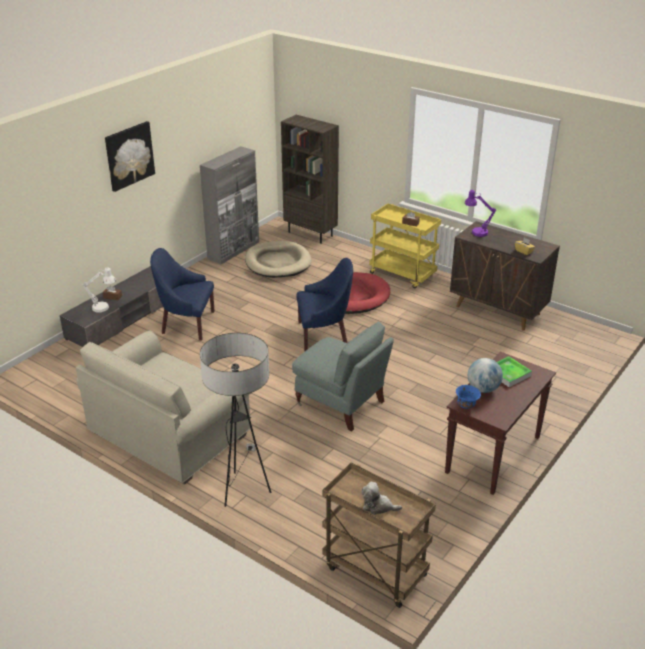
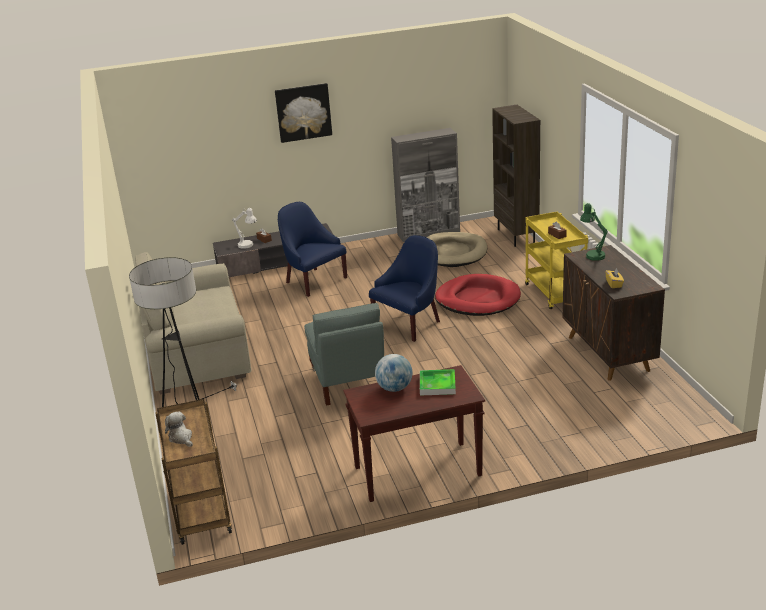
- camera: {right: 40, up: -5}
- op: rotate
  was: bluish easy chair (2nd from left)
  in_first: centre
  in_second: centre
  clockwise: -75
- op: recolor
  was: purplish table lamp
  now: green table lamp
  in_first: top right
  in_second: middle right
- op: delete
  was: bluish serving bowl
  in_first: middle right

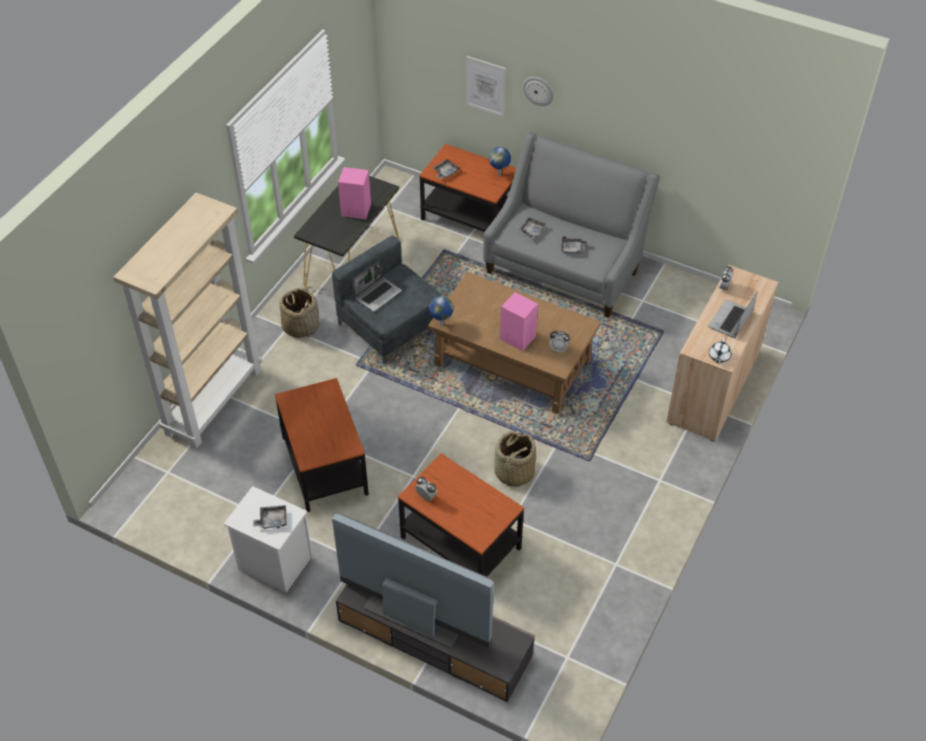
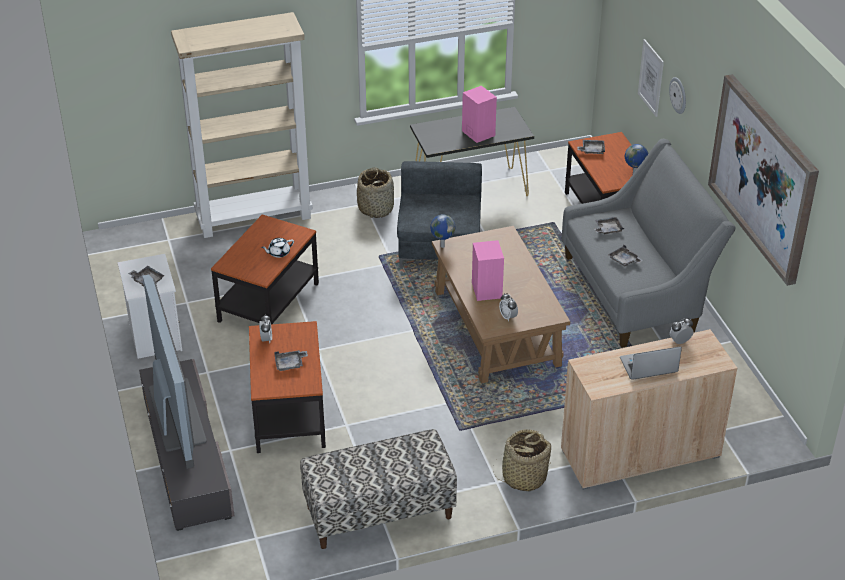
- camera: {right: 45, up: -10}
- op: move
  was: white-coloured tea pot
  in_first: middle right
  in_second: middle left
- op: insert
  now: gray tray (2nd from left)
  in_second: centre
- op: insert
  now: long seat
  in_second: bottom centre
- op: move
  was: basket (2nd from left)
  in_first: centre
  in_second: bottom centre
- op: insert
  now: picture (2nd from left)
  in_second: top right
- op: delete
  was: laptop (1st from left)
  in_first: centre

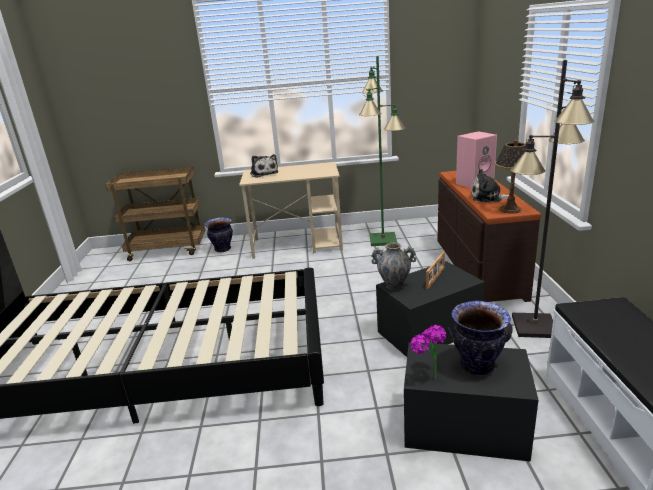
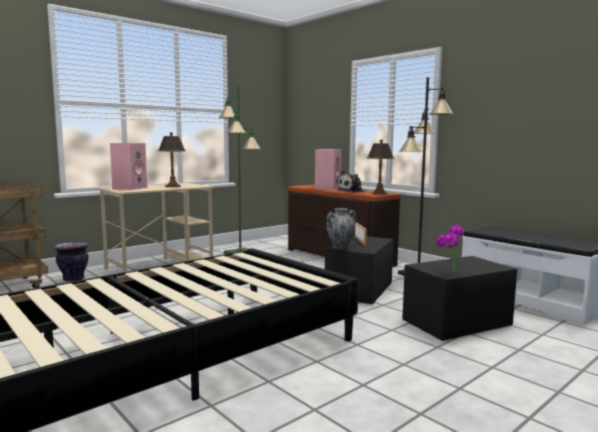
- camera: {right: -40, up: -15}
- op: replace
  was: soft toy (1st from left)
  now: pinkish speaker (1st from left)
  in_first: centre
  in_second: middle left
- op: insert
  now: table lamp (1st from left)
  in_second: middle left
- op: delete
  was: vase (3rd from left)
  in_first: bottom right

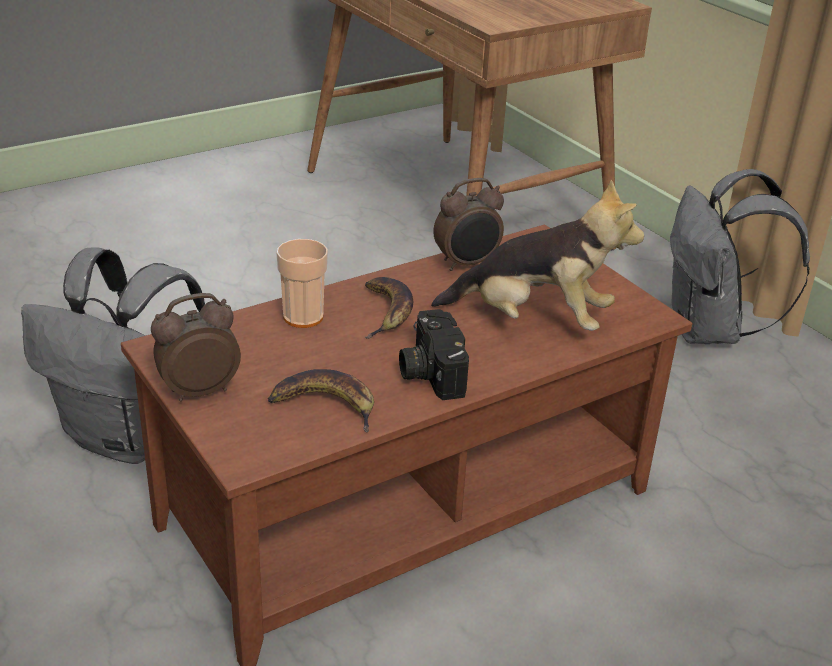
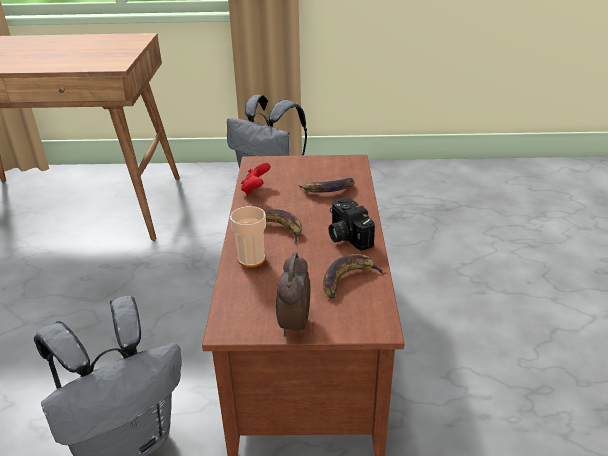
- camera: {right: -55, up: 0}
- op: replace
  was: bedside clock (2nd from left)
  now: red gamepad
  in_first: centre
  in_second: centre
- op: replace
  was: soft toy
  now: banana (2nd from left)
  in_first: centre
  in_second: centre
- op: rotate
  was: photo camera
  in_first: centre
  in_second: centre
  clockwise: 45

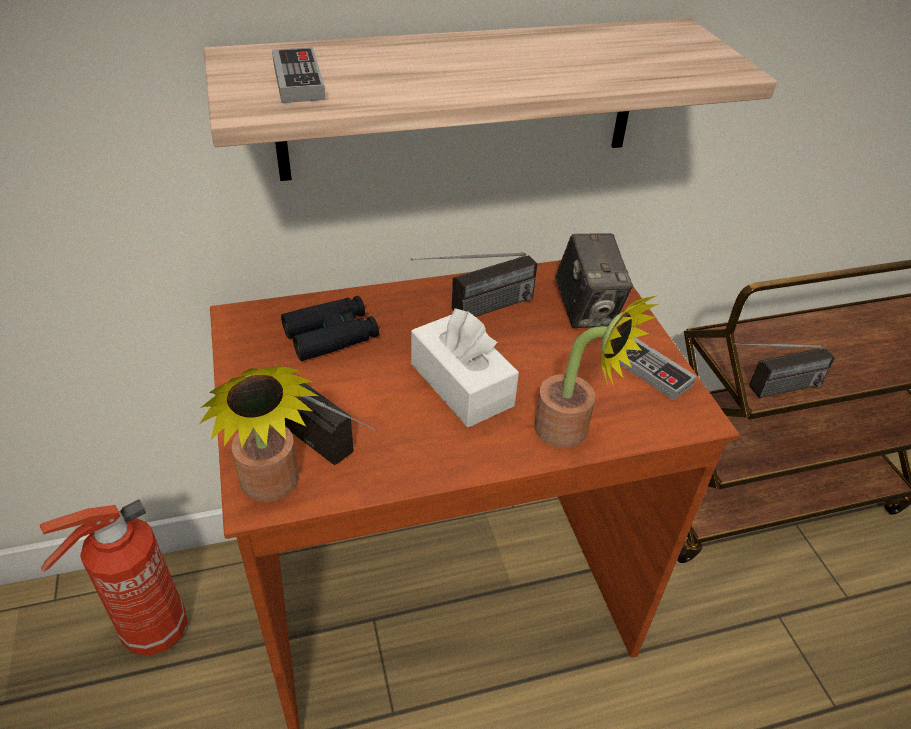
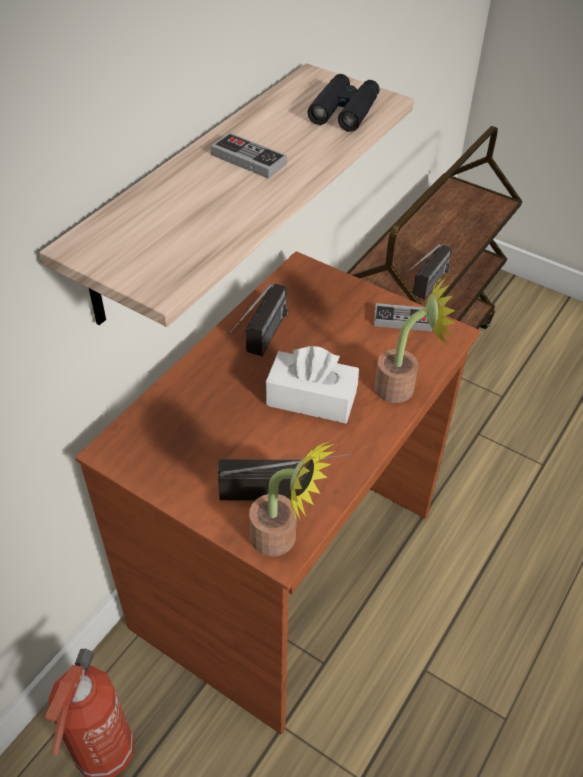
- camera: {right: -40, up: 5}
- op: move
  was: gamepad (1st from left)
  in_first: top left
  in_second: top centre
- op: move
  was: black-coloured binoculars
  in_first: centre
  in_second: top centre
- op: delete
  was: photo camera
  in_first: centre

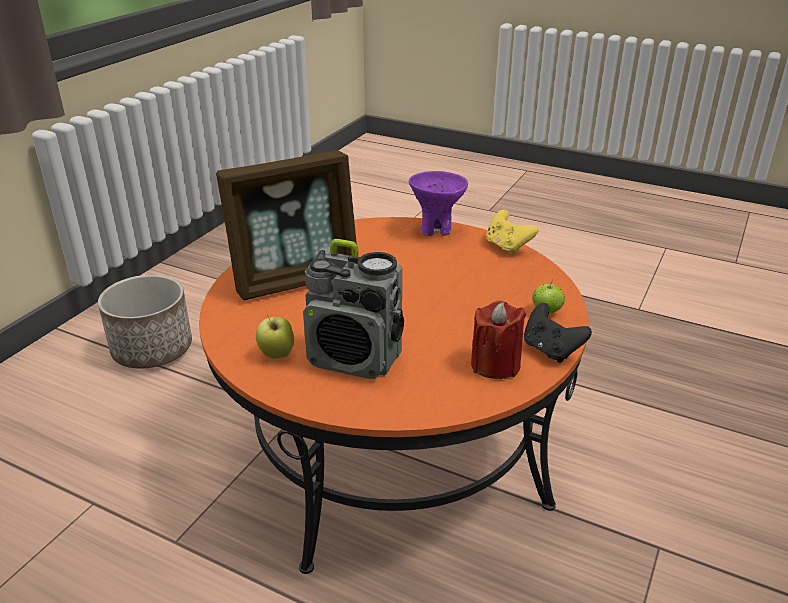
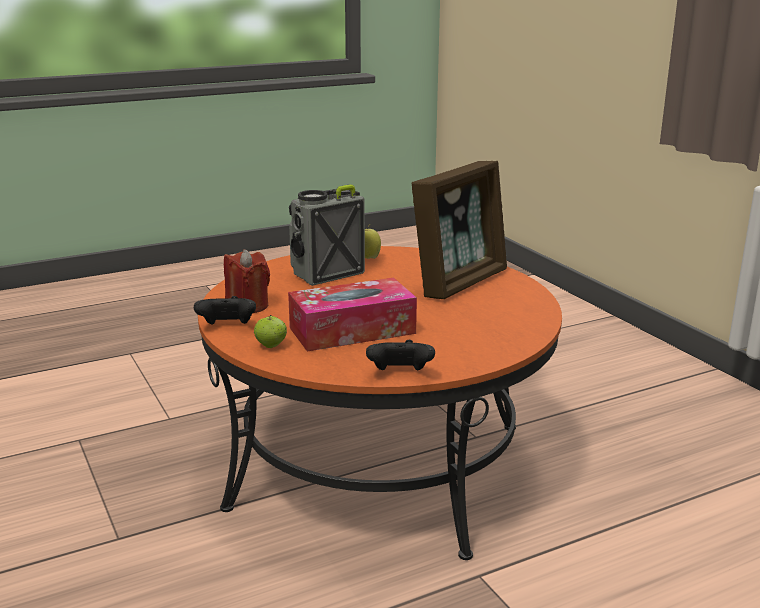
- camera: {right: 125, up: -10}
- op: insert
  now: box of tissues
  in_second: centre
- op: recolor
  was: yellow gamepad
  now: black-coloured gamepad (2nd from left)
  in_first: centre
  in_second: centre
- op: rotate
  was: standing frame
  in_first: centre
  in_second: centre
  clockwise: -150
- op: delete
  was: flower pot
  in_first: middle left
- op: delete
  was: purplish serving bowl
  in_first: centre

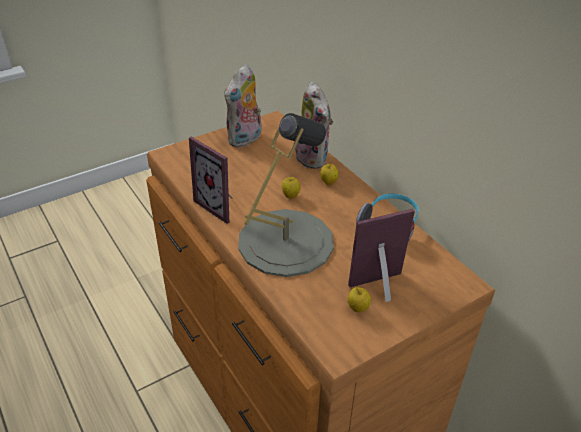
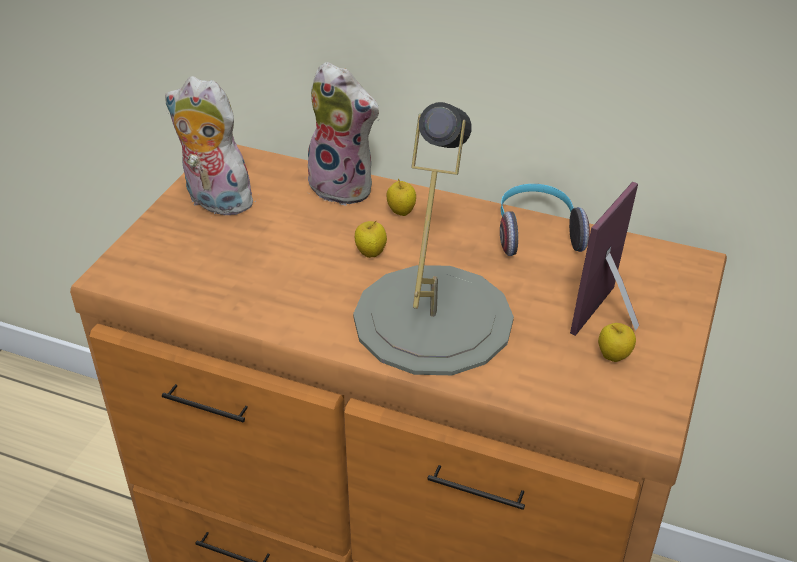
- camera: {right: -35, up: 0}
- op: rotate
  was: soft toy (1st from left)
  in_first: top centre
  in_second: top left
  clockwise: 120
- op: delete
  was: standing frame (1st from left)
  in_first: centre

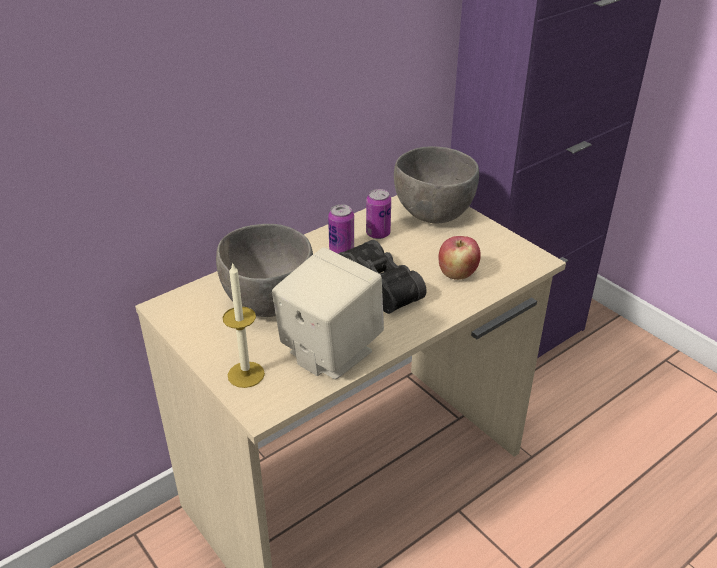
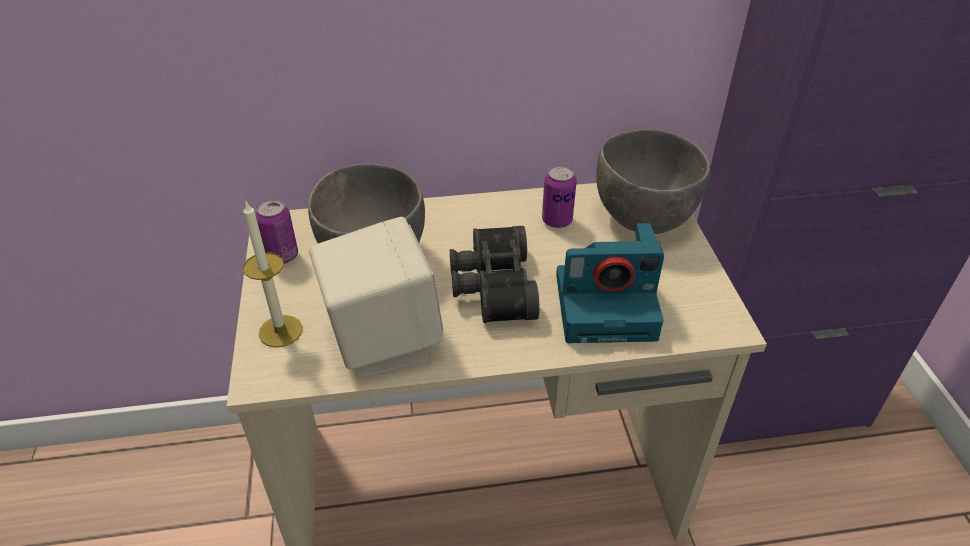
- camera: {right: 30, up: 5}
- op: move
  was: sealed can (1st from left)
  in_first: centre
  in_second: middle left
- op: replace
  was: whole apple
  now: photo camera
  in_first: centre
  in_second: centre

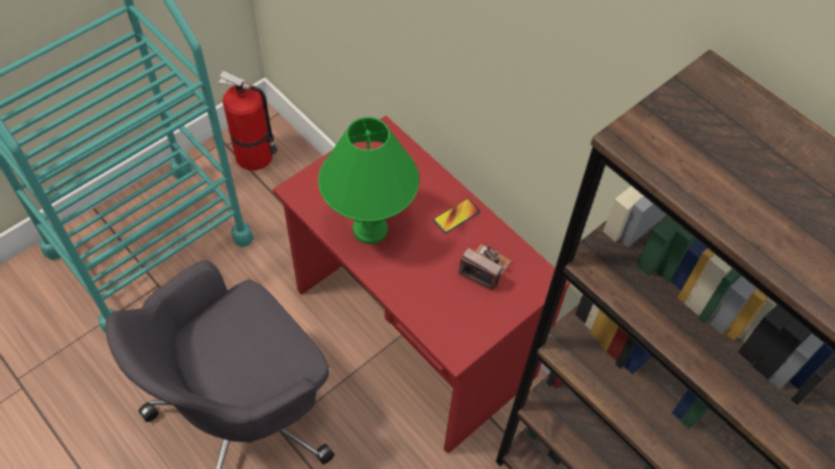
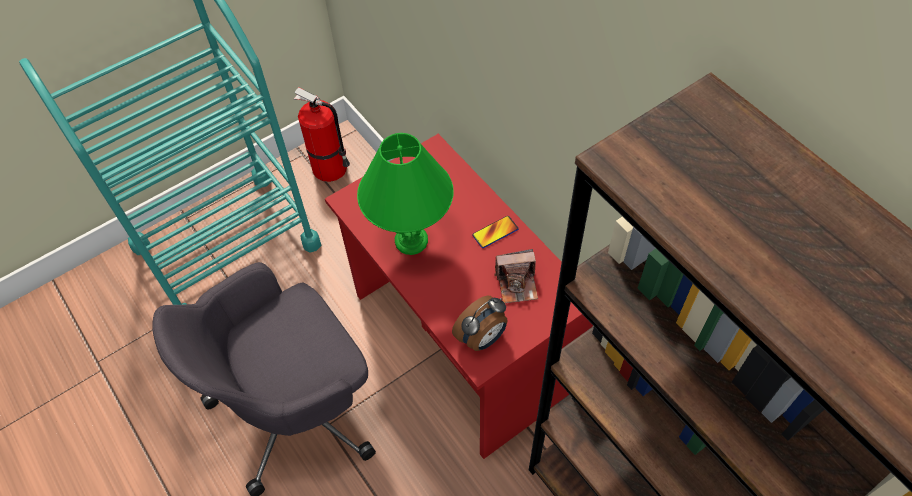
- camera: {right: 10, up: 0}
- op: insert
  now: bedside clock
  in_second: centre
- op: rotate
  was: photo camera
  in_first: centre
  in_second: centre
  clockwise: 135

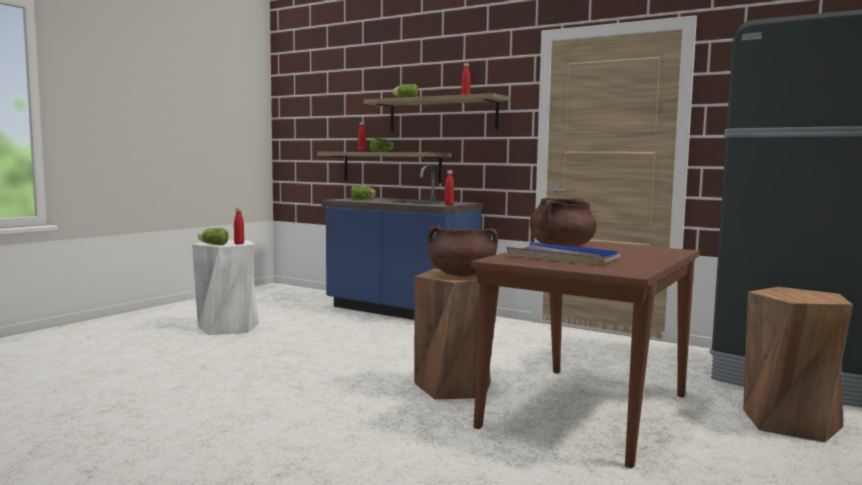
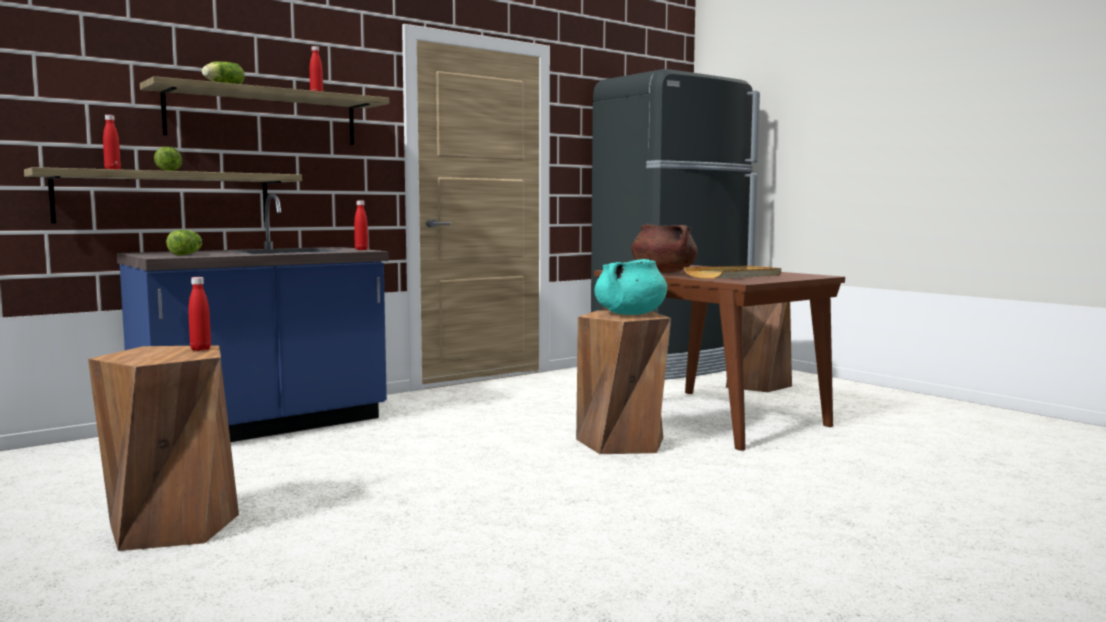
- camera: {right: -70, up: 0}
- op: recolor
  was: white-coloured stool
  now: brownish stool (1st from left)
  in_first: middle left
  in_second: bottom left
- op: recolor
  was: brownish saucepot (1st from left)
  now: blue-green saucepot
  in_first: centre
  in_second: centre
- op: recolor
  was: bluish tray
  now: sand-coloured tray
  in_first: centre
  in_second: centre
- op: delete
  was: head of lettuce (1st from left)
  in_first: middle left

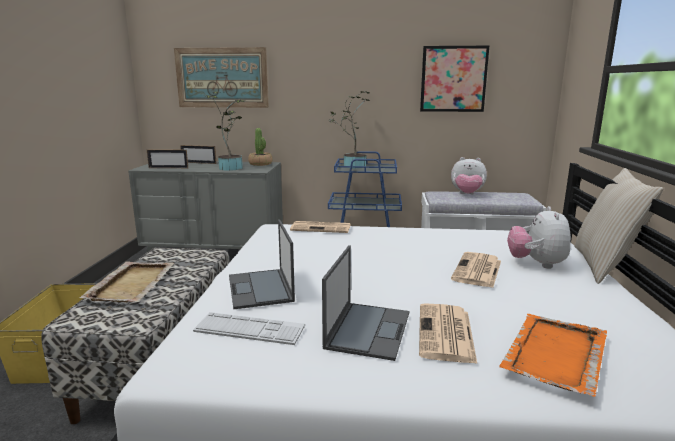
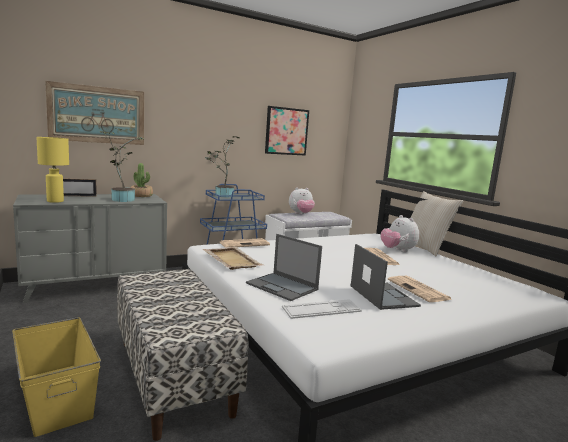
- camera: {right: -35, up: -5}
- op: replace
  was: standing frame (1st from left)
  now: yellow table lamp
  in_first: middle left
  in_second: middle left
- op: move
  was: sand-coloured tray
  in_first: middle left
  in_second: centre
- op: delete
  was: orange tray
  in_first: bottom right

